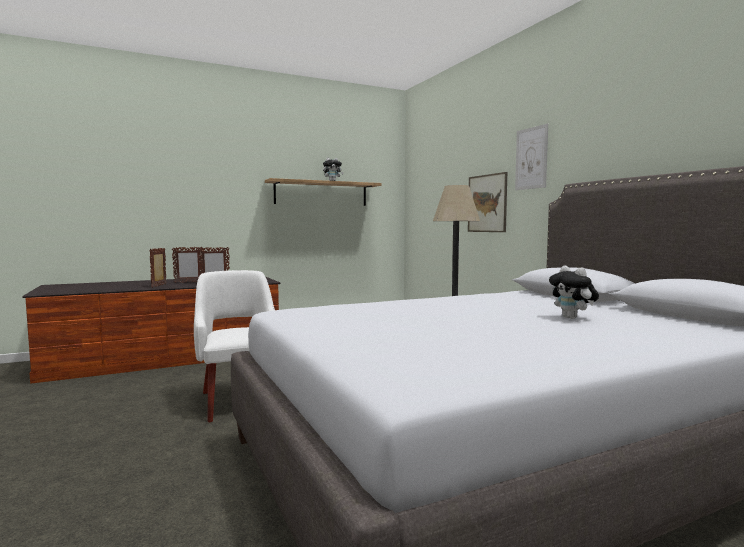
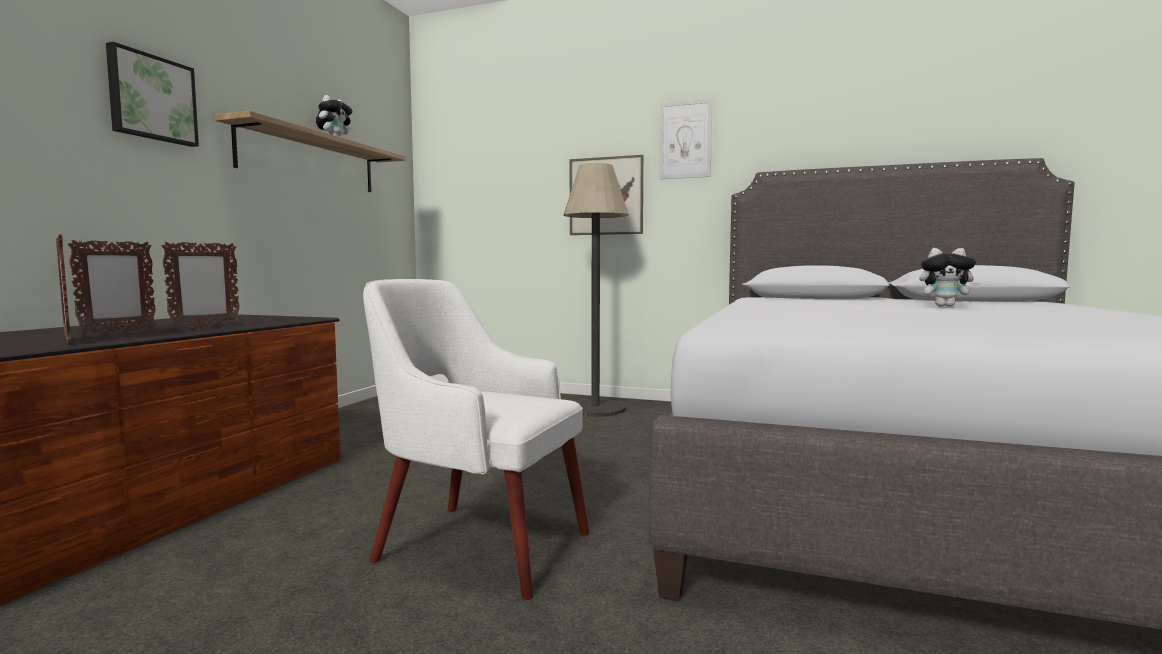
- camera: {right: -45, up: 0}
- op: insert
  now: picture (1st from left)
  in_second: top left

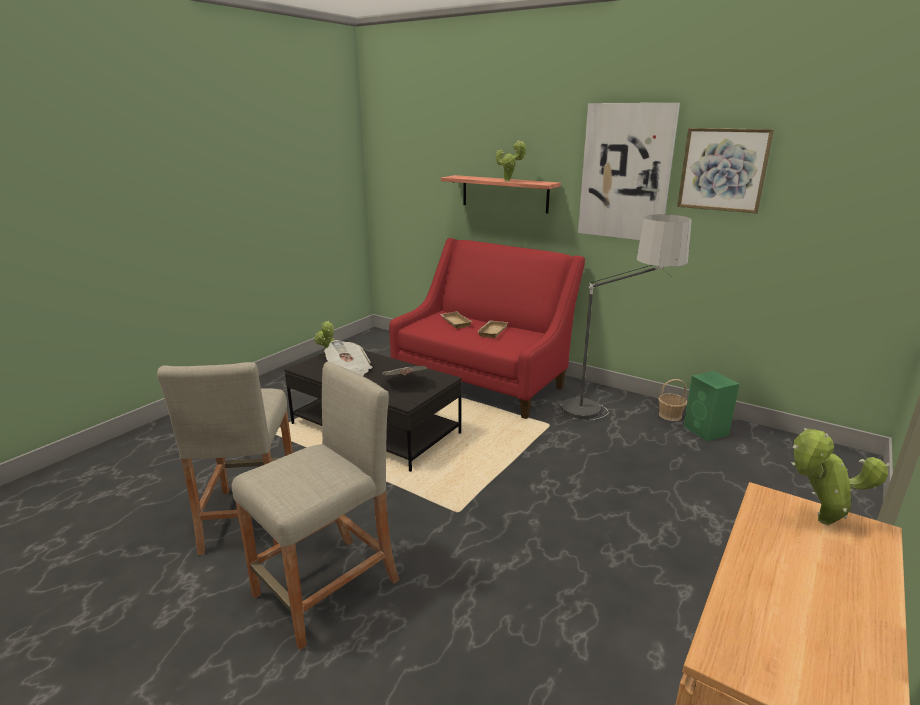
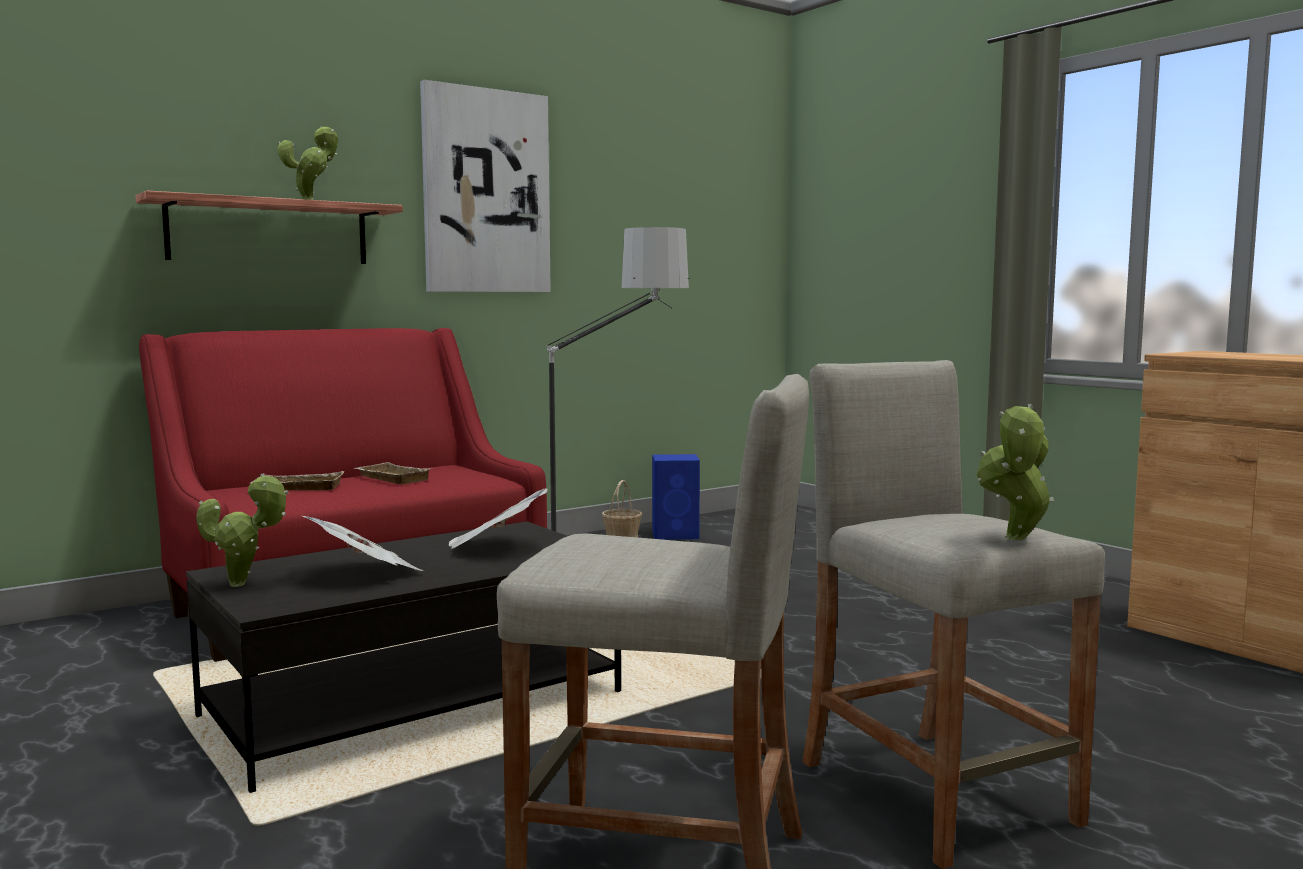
- camera: {right: -70, up: -15}
- op: recolor
  was: green speaker
  now: bluish speaker
  in_first: middle right
  in_second: centre
- op: move
  was: potted plant (3rd from left)
  in_first: bottom right
  in_second: middle right
- op: delete
  was: picture (2nd from left)
  in_first: top right

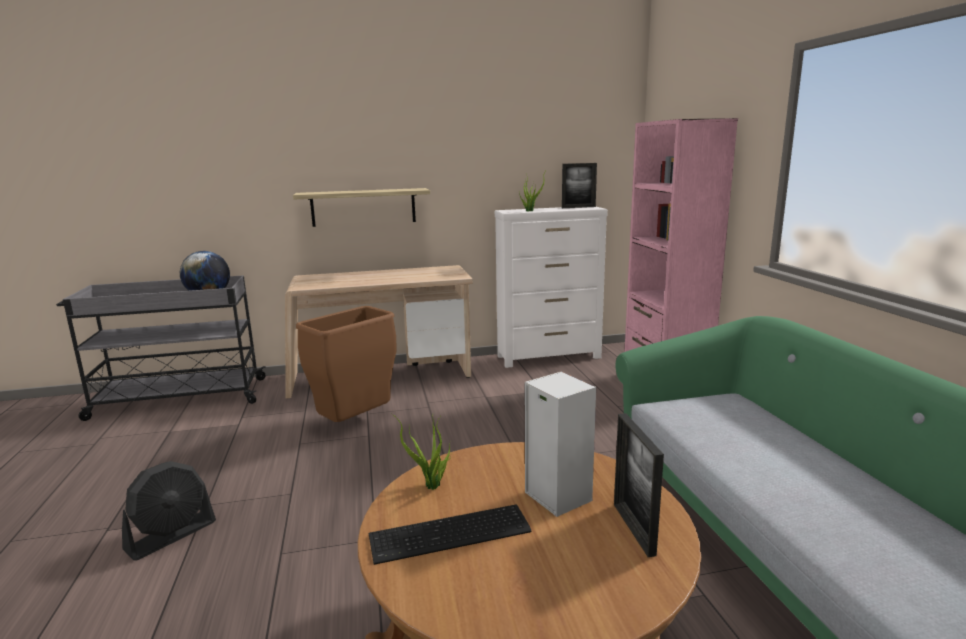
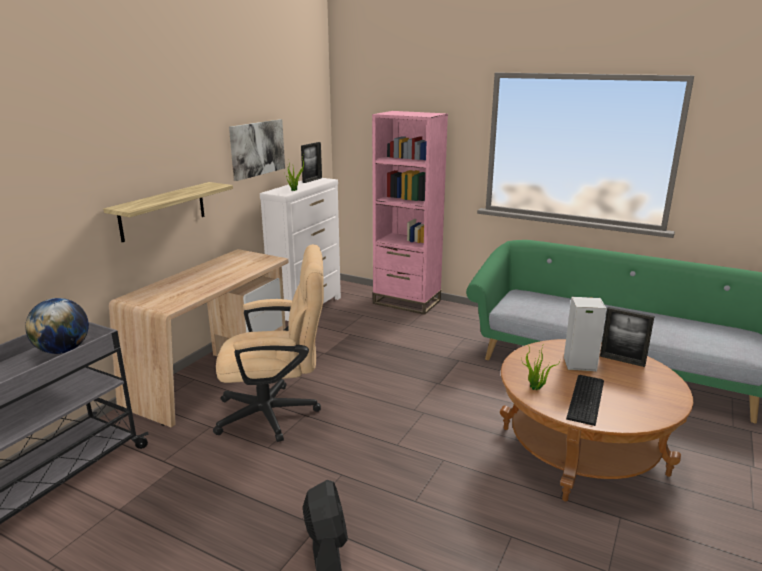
- camera: {right: -50, up: 5}
- op: replace
  was: brownish trash can
  now: sand-coloured desk chair
  in_first: centre
  in_second: centre
- op: insert
  now: picture
  in_second: top centre

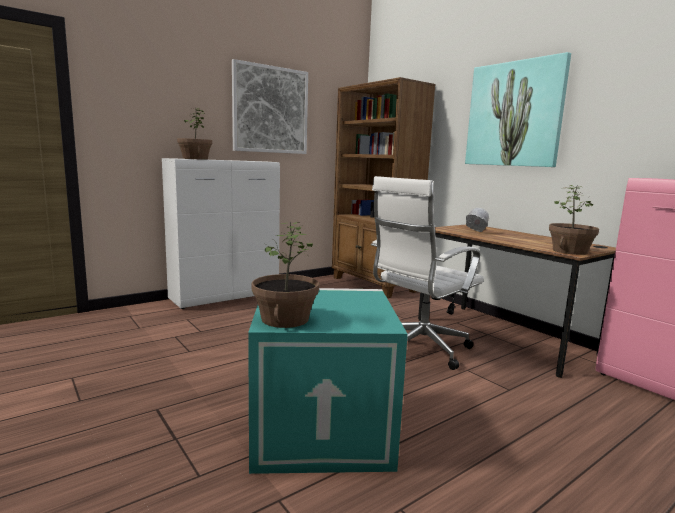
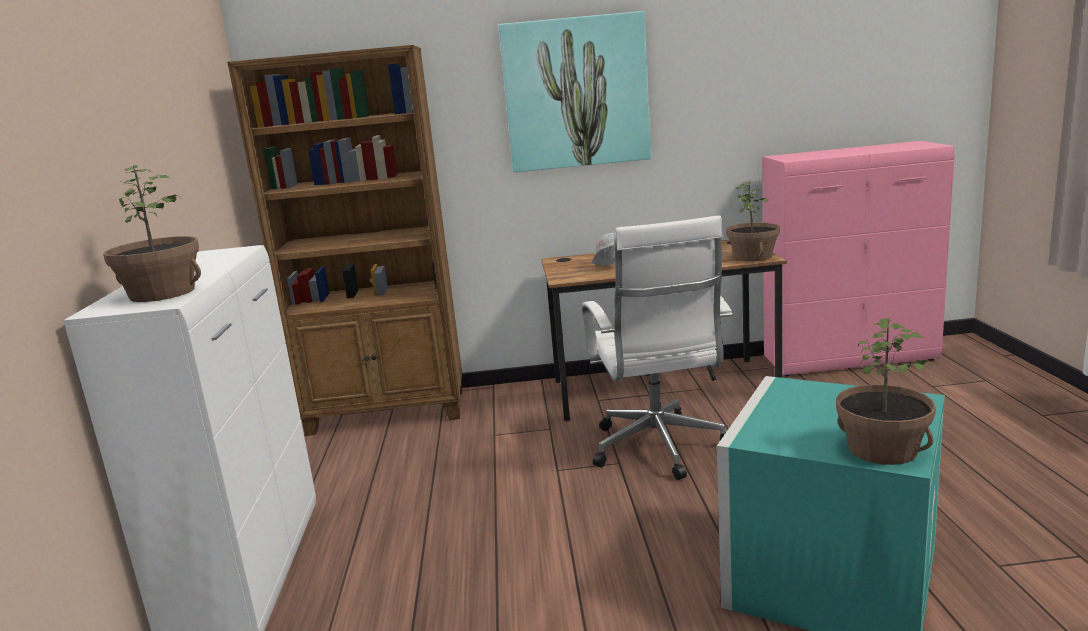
- camera: {right: -55, up: 5}
- op: delete
  was: picture (1st from left)
  in_first: top centre

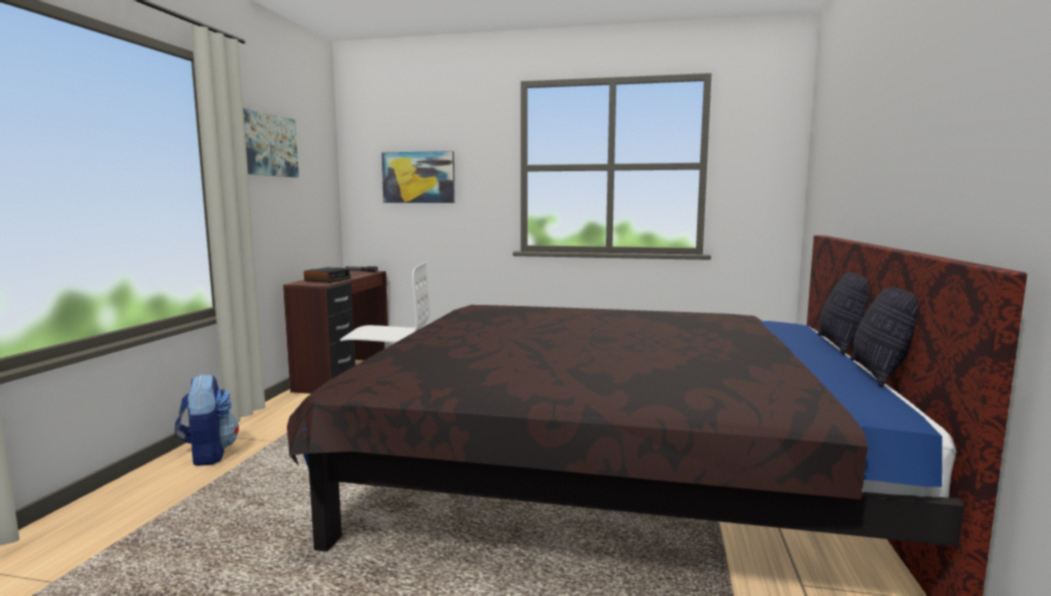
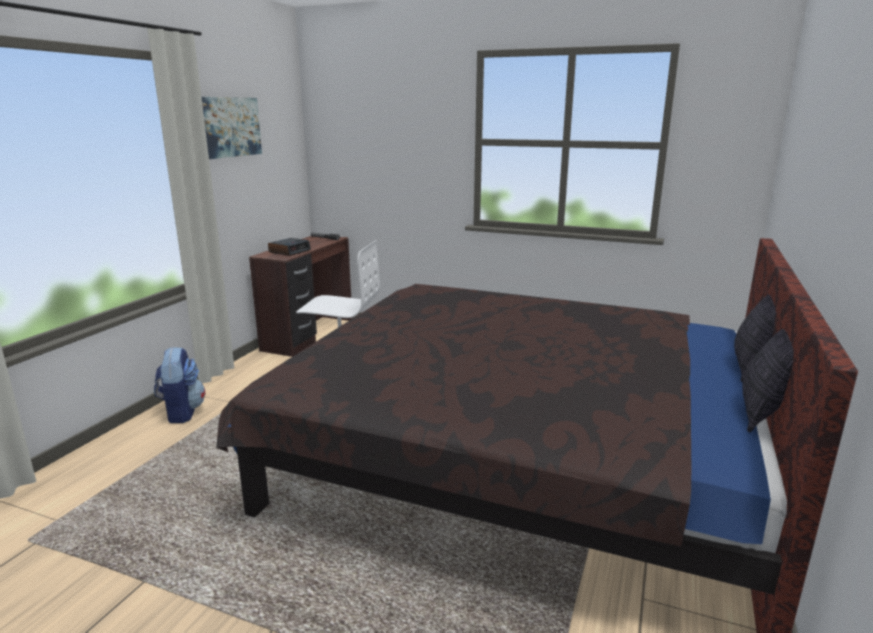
- camera: {right: 10, up: 10}
- op: delete
  was: picture (2nd from left)
  in_first: top centre

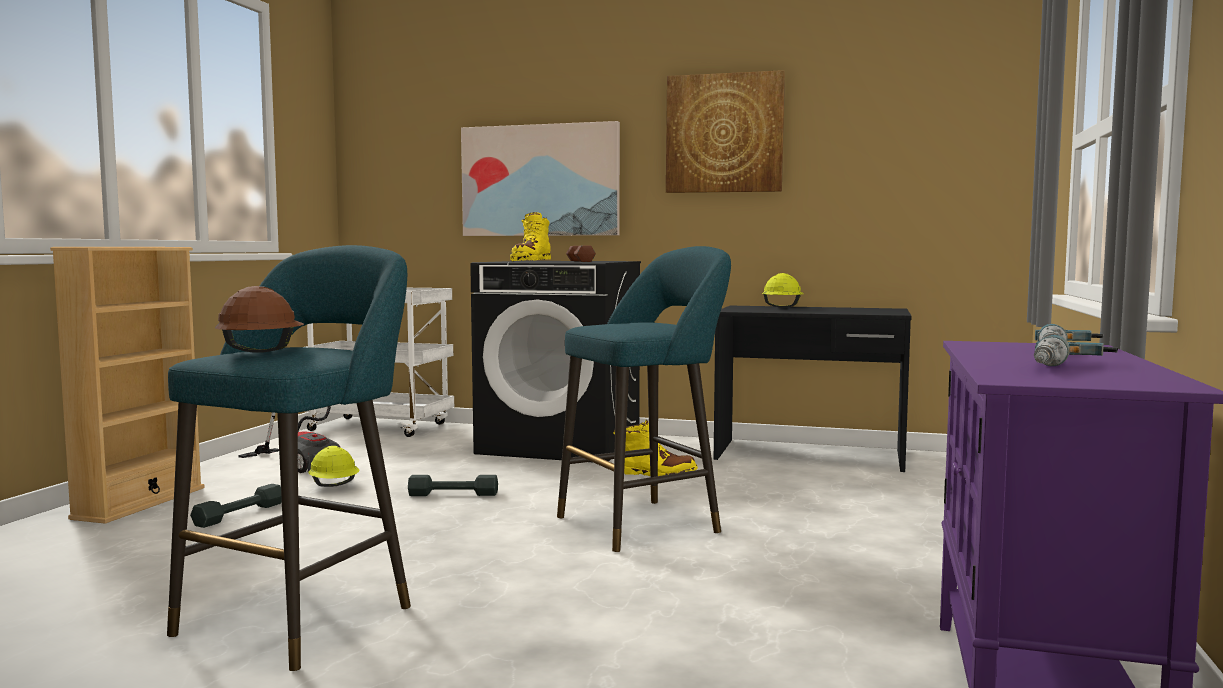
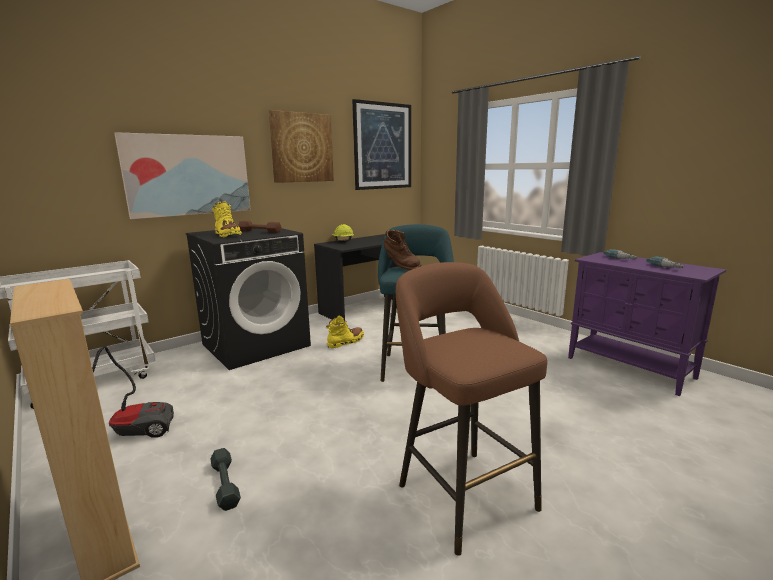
- camera: {right: -55, up: 10}
- op: insert
  now: picture (3rd from left)
  in_second: top centre
- op: insert
  now: brownish boot
  in_second: centre
- op: recolor
  was: blue-green stool (1st from left)
  now: brownish stool
  in_first: middle left
  in_second: bottom centre
- op: delete
  was: brownish hard hat
  in_first: middle left
- op: delete
  was: yellow hard hat (1st from left)
  in_first: bottom left
- op: delete
  was: gray free weight (2nd from left)
  in_first: bottom centre

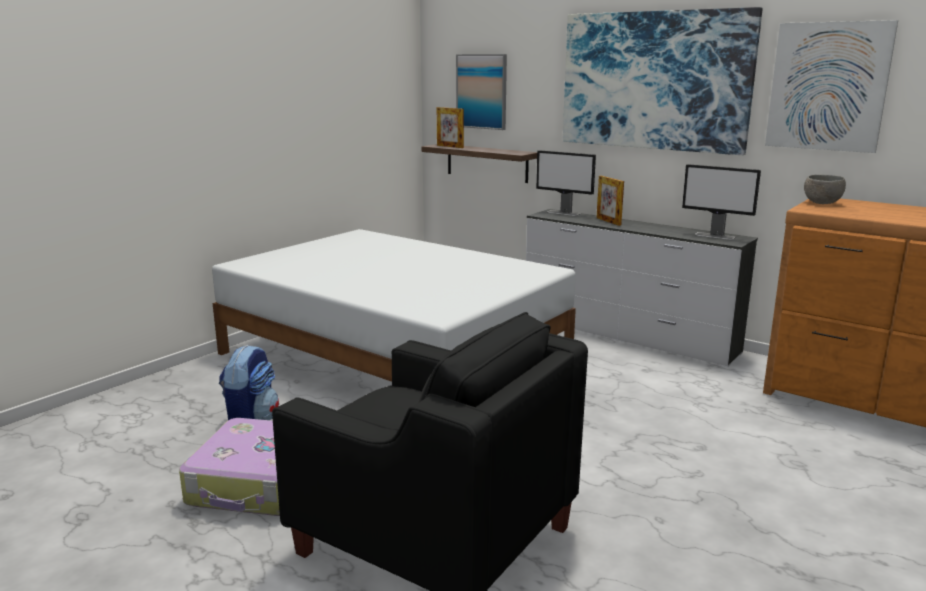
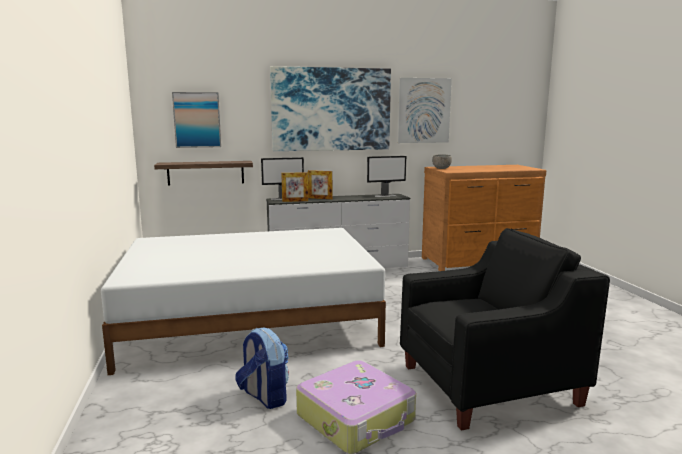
- camera: {right: -50, up: -5}
- op: move
  was: standing frame (1st from left)
  in_first: top centre
  in_second: centre

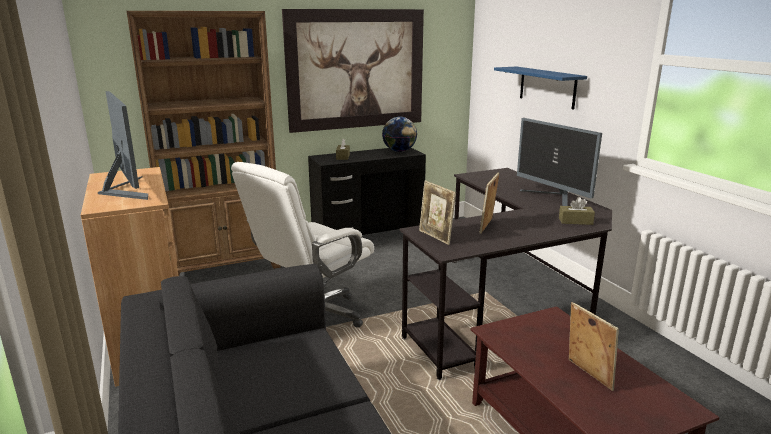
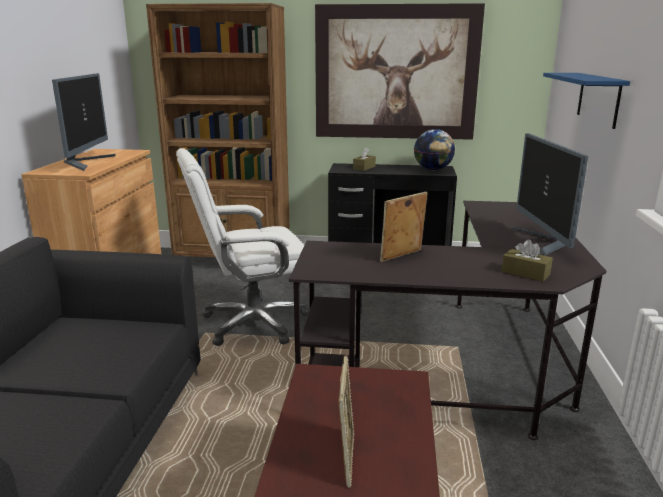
- camera: {right: 30, up: 0}
- op: delete
  was: standing frame (1st from left)
  in_first: centre

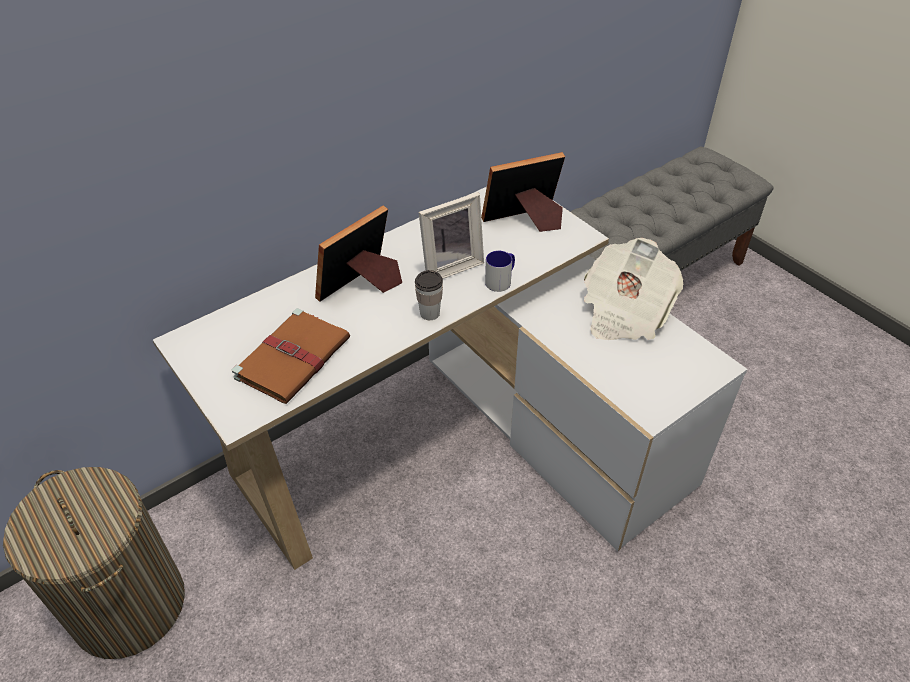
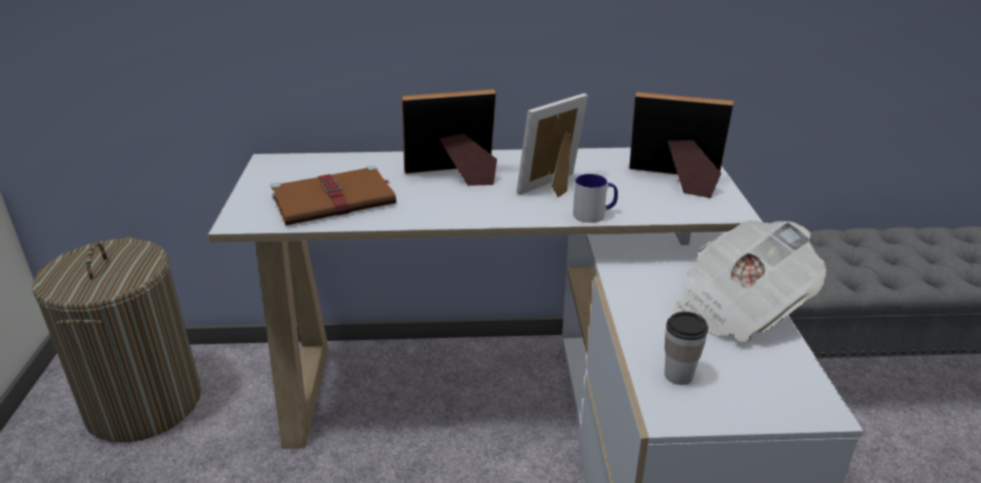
- camera: {right: 35, up: -15}
- op: rotate
  was: standing frame (2nd from left)
  in_first: centre
  in_second: top centre
  clockwise: 135
- op: move
  was: small cup
  in_first: centre
  in_second: bottom right

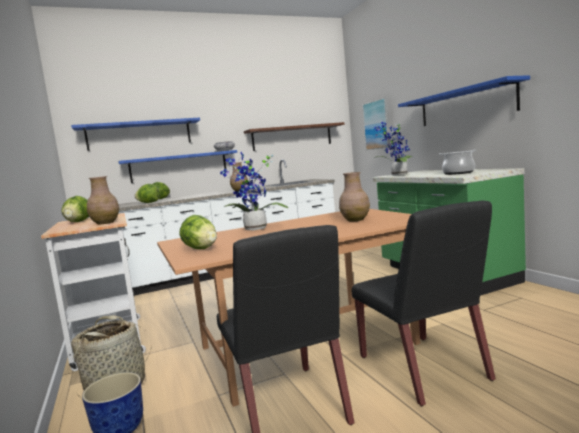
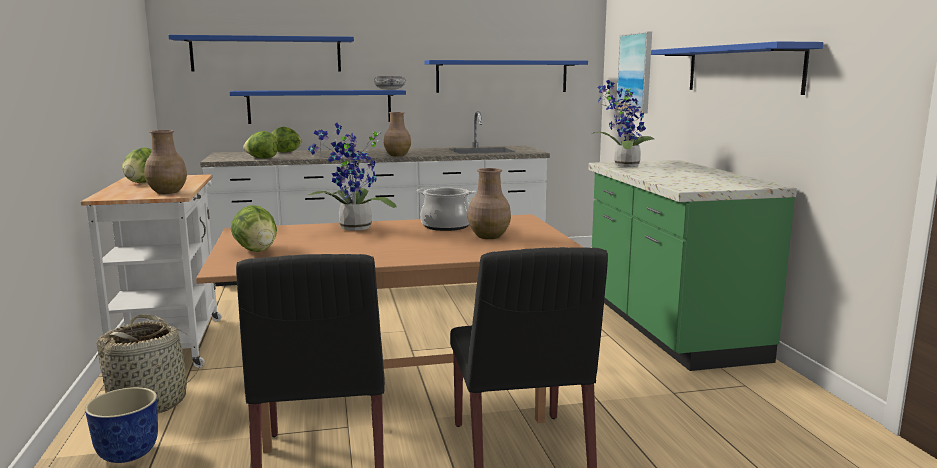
- camera: {right: 10, up: 5}
- op: move
  was: saucepot
  in_first: middle right
  in_second: centre
- op: recolor
  was: brownish wall shelf
  now: bluish wall shelf (3rd from left)
  in_first: top centre
  in_second: top centre

